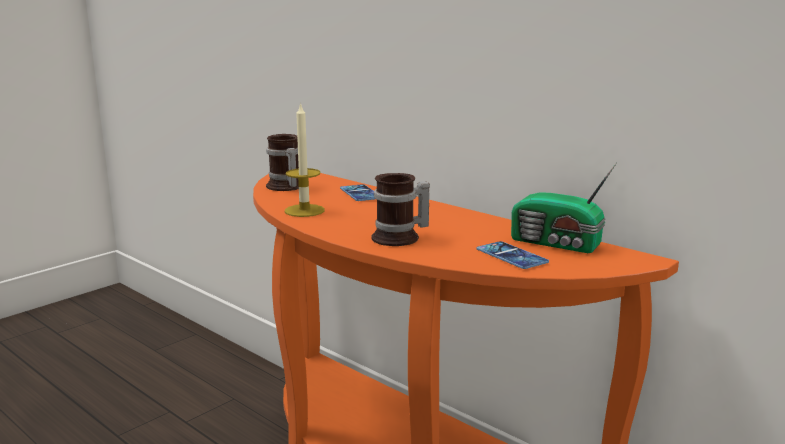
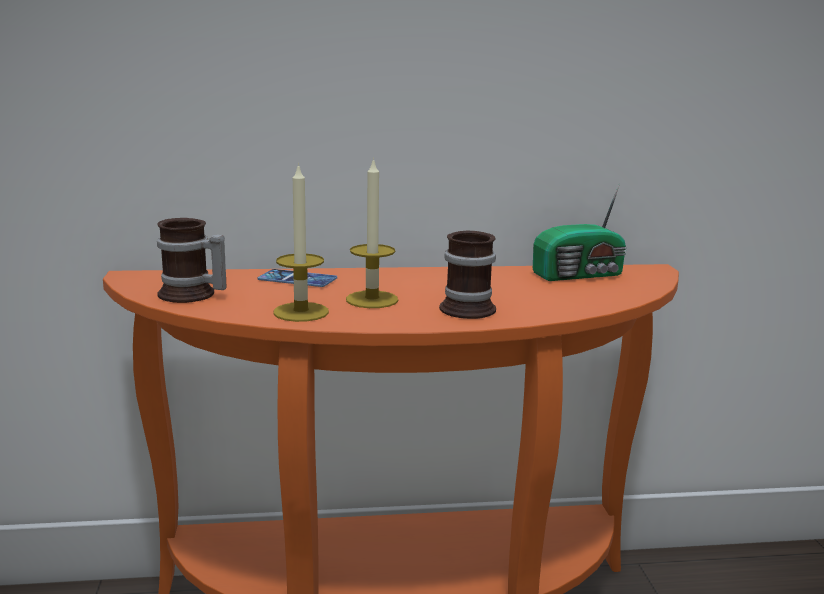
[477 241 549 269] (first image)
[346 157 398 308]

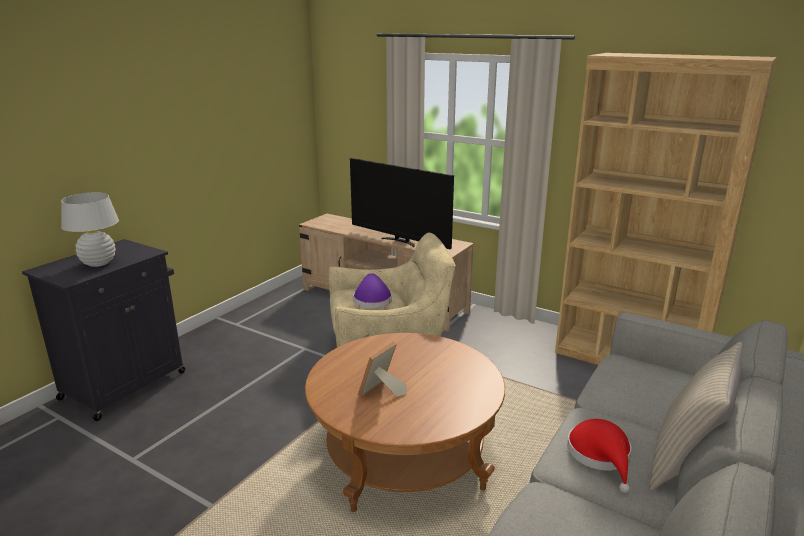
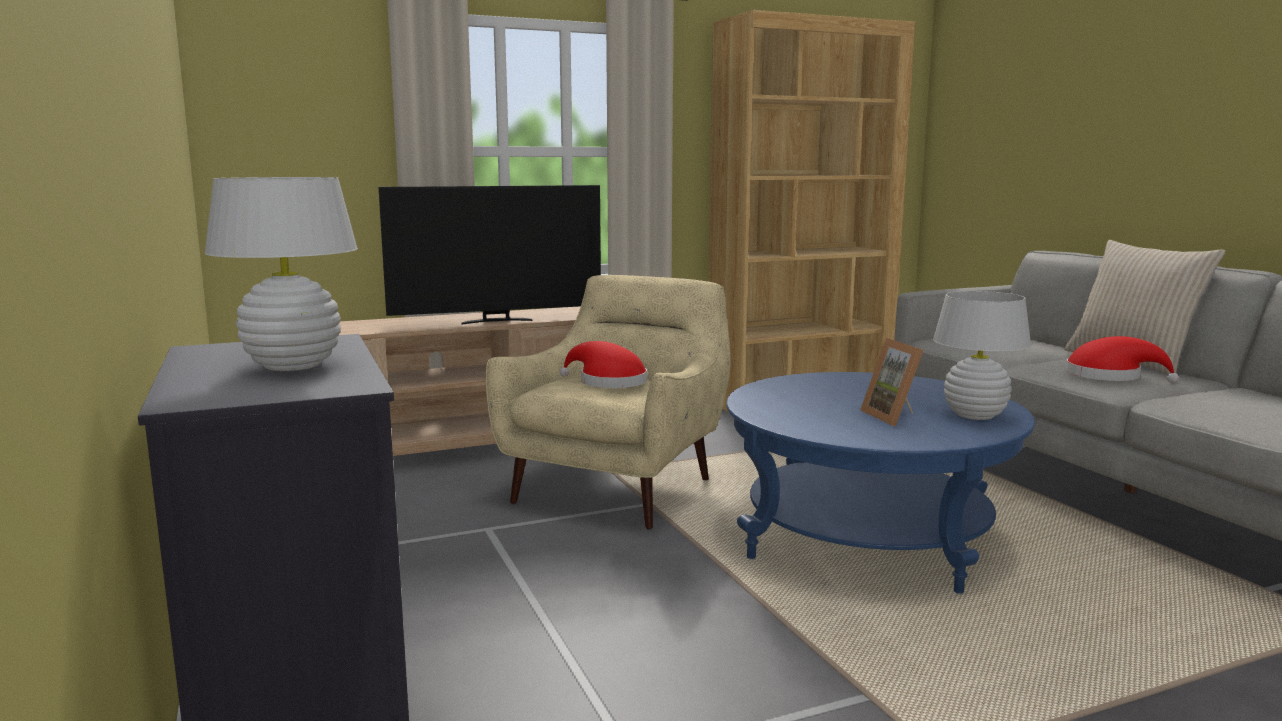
[560 341 647 388]
[726 372 1035 594]
[933 291 1031 420]

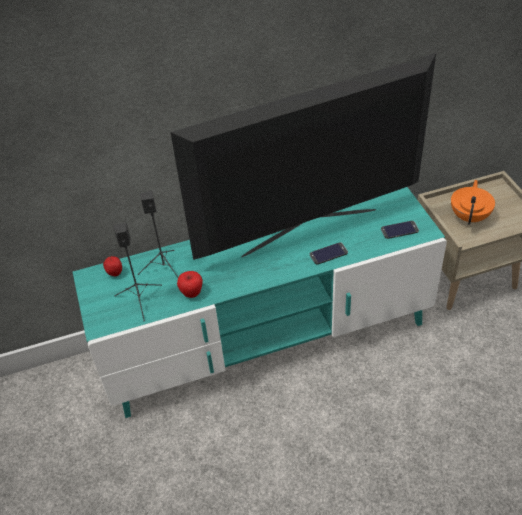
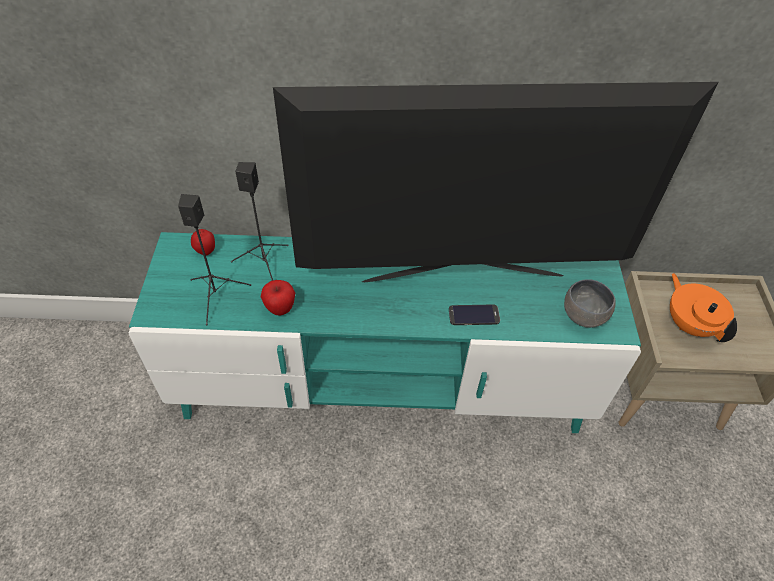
[670 273 737 342]
[564 279 616 328]

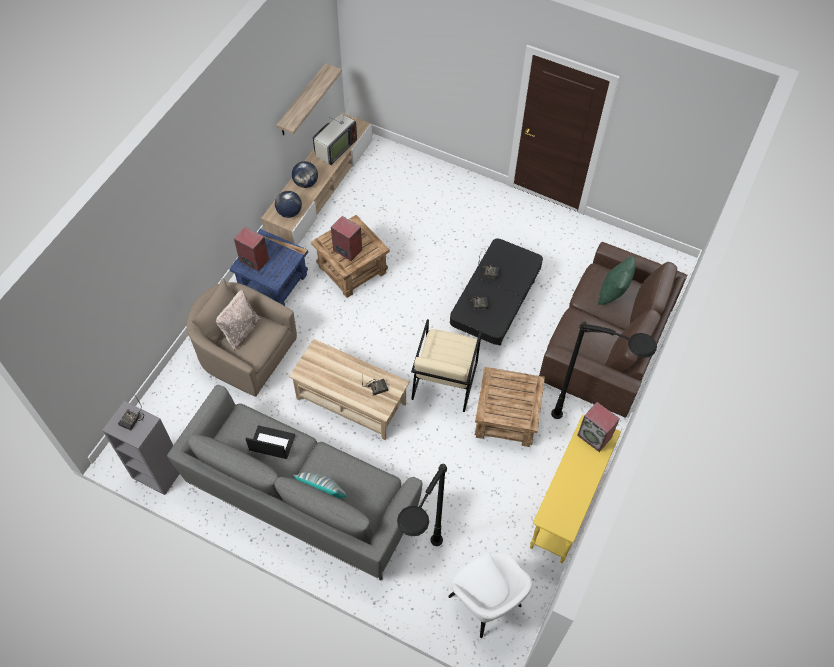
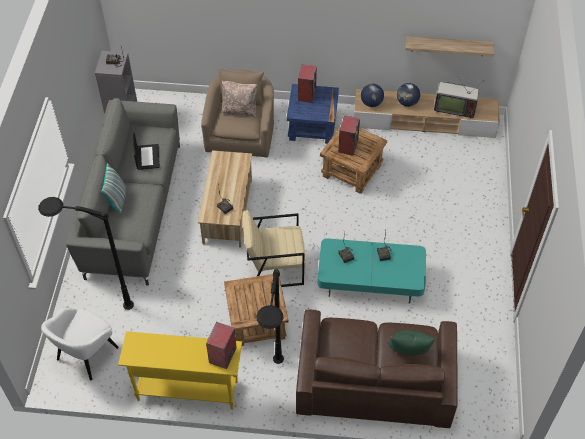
[318 238 426 304]

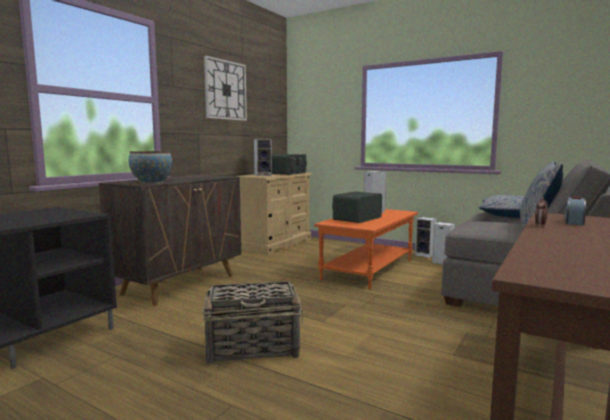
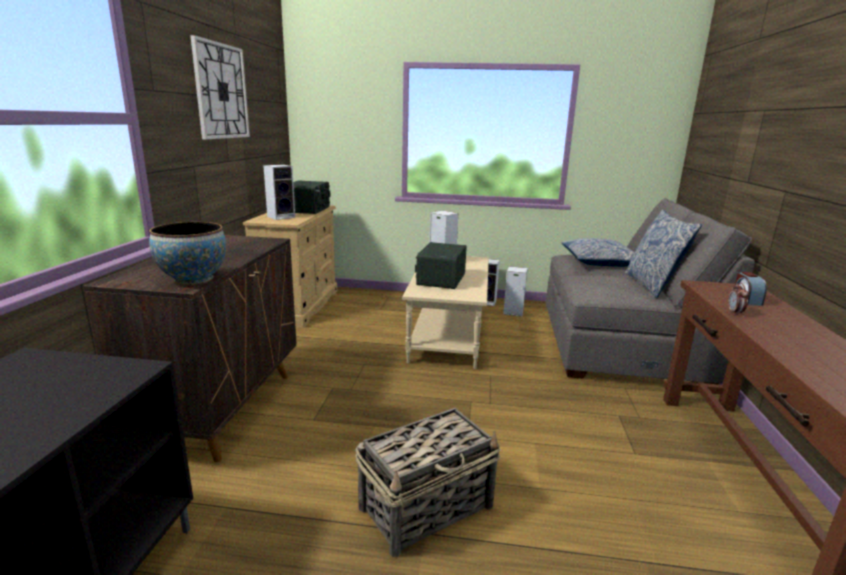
[402 256 489 369]

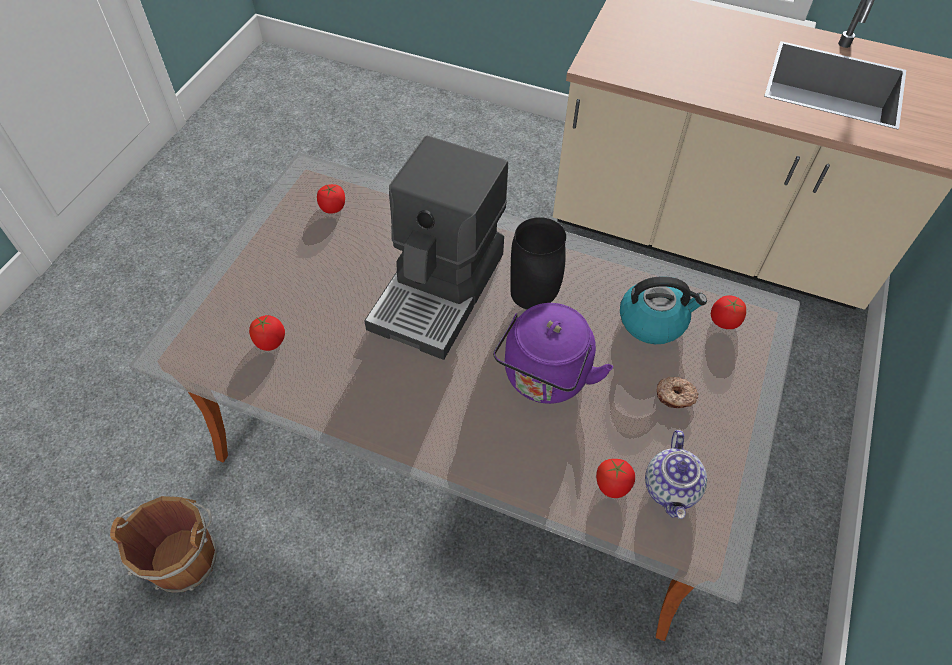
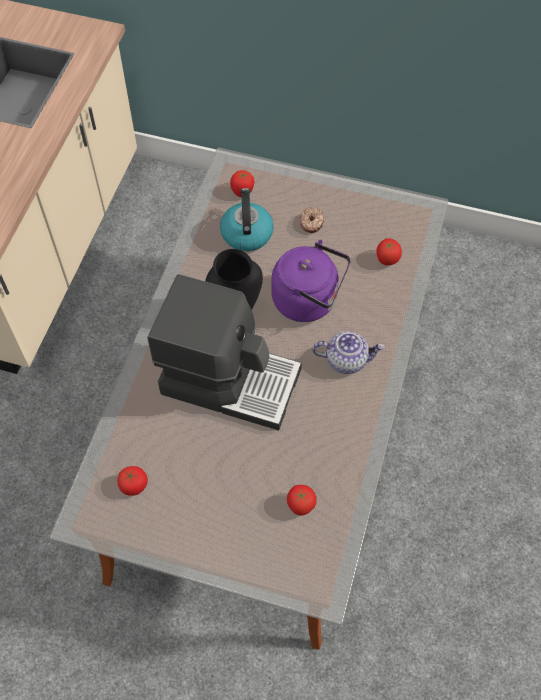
[312 331 385 374]
[110 496 217 592] (first image)

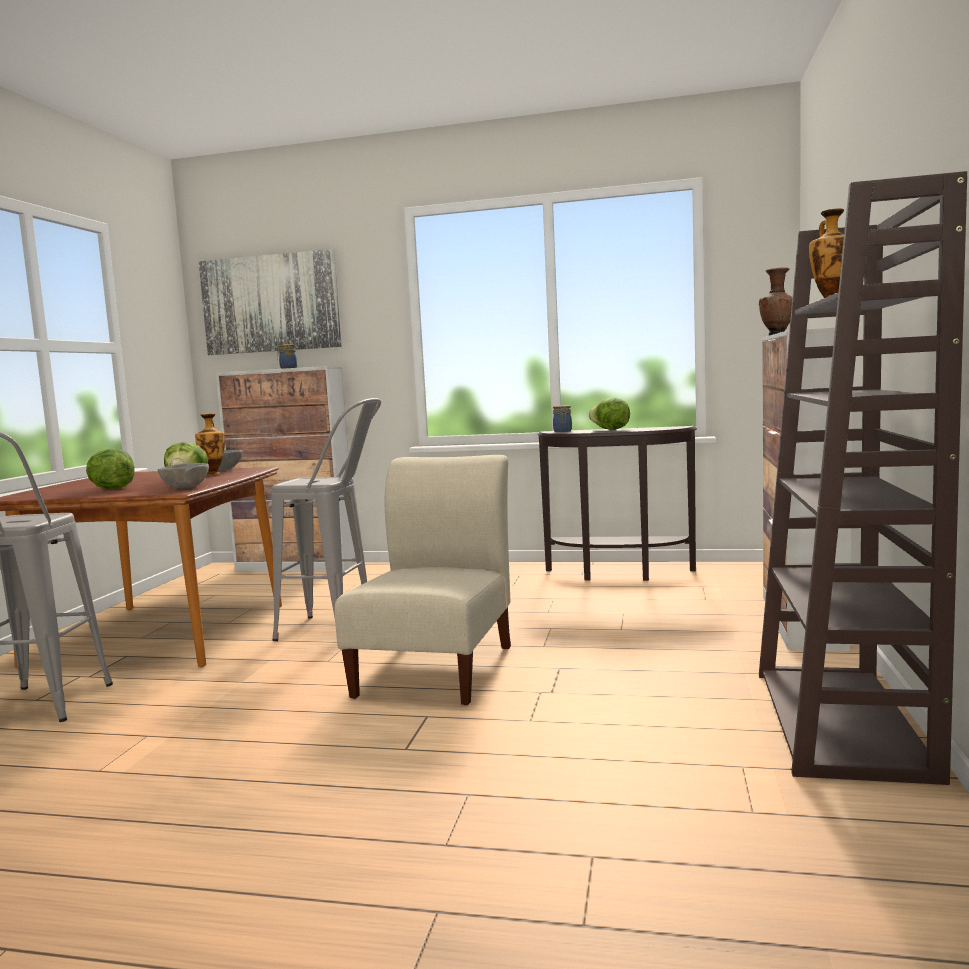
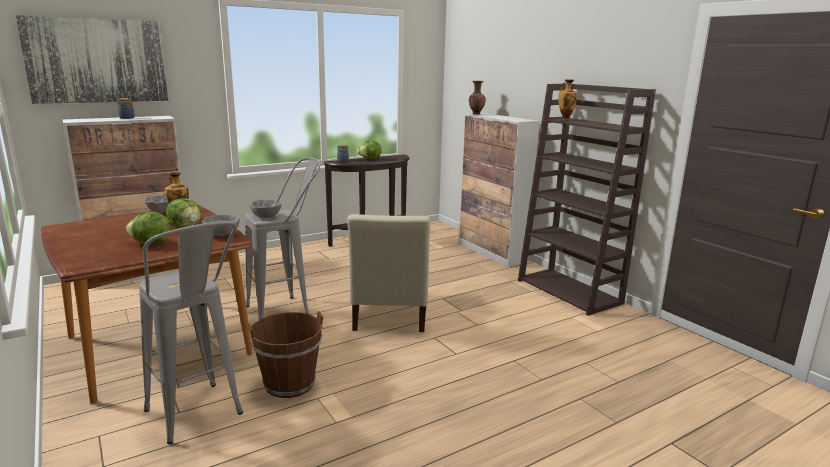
[347 214 430 332]
[250 199 282 218]
[248 311 323 398]

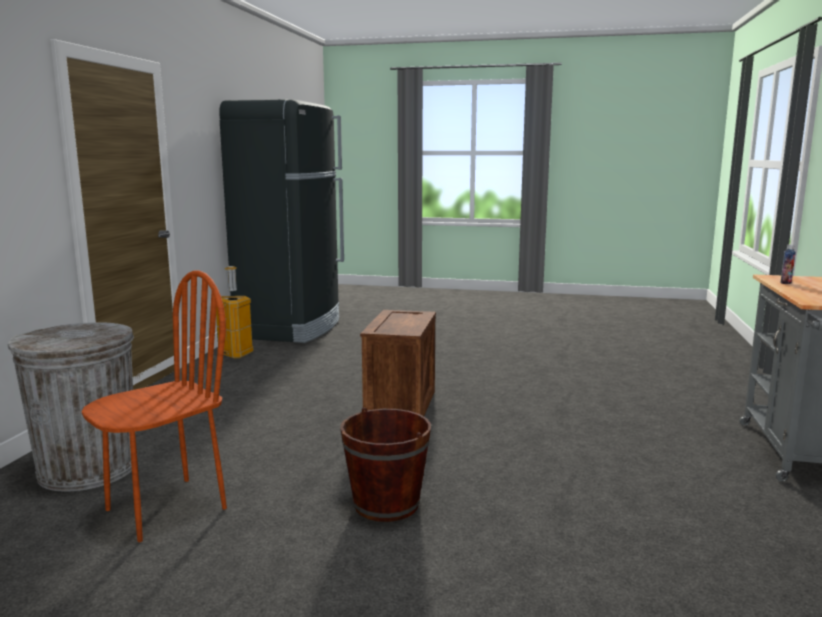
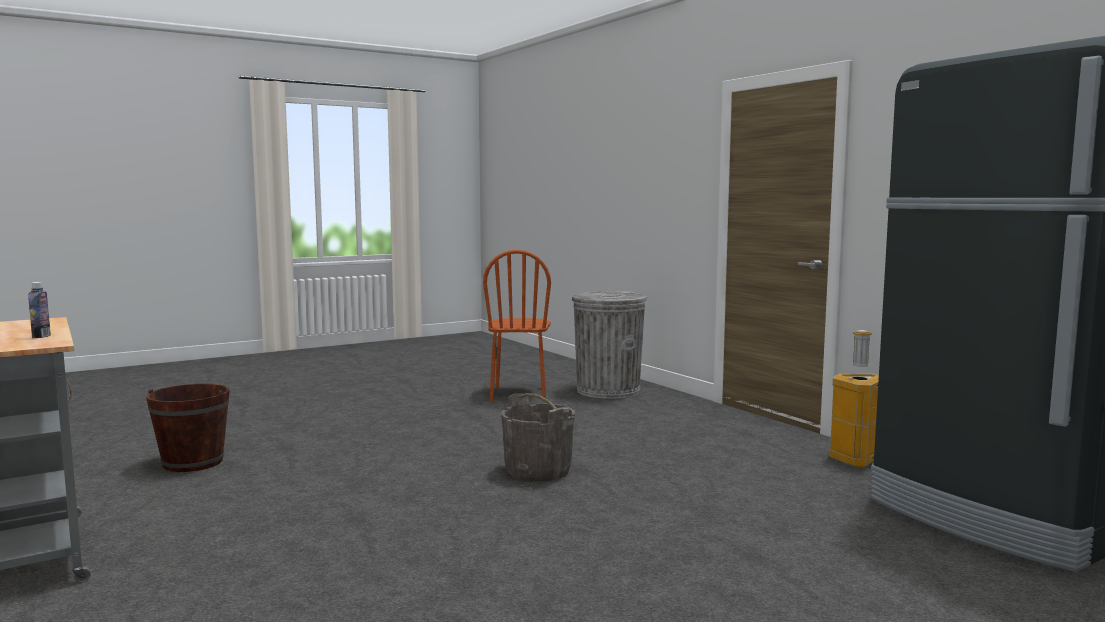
[501 393 575 482]
[146 384 230 472]

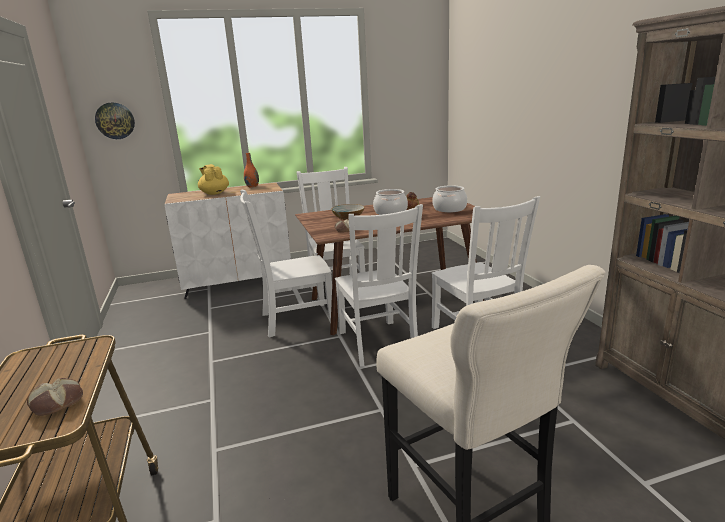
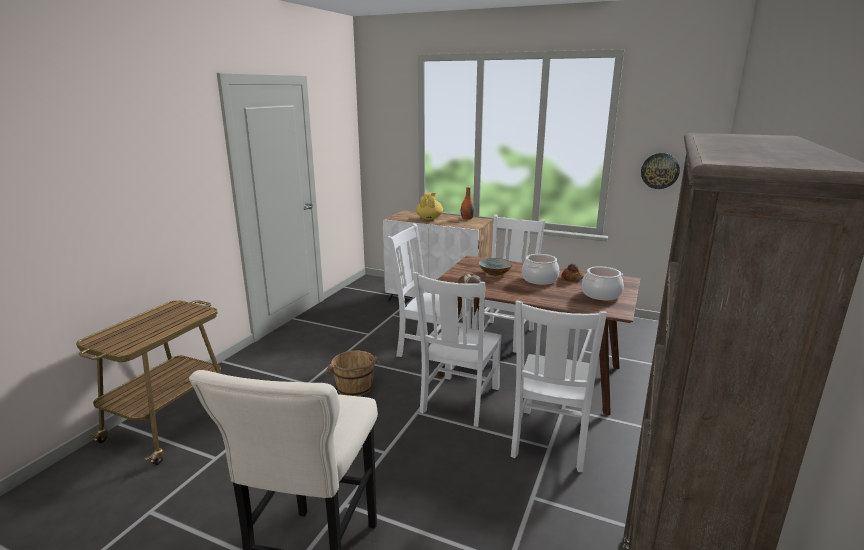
[641 153 680 189]
[27 378 83 416] (first image)
[325 351 381 397]

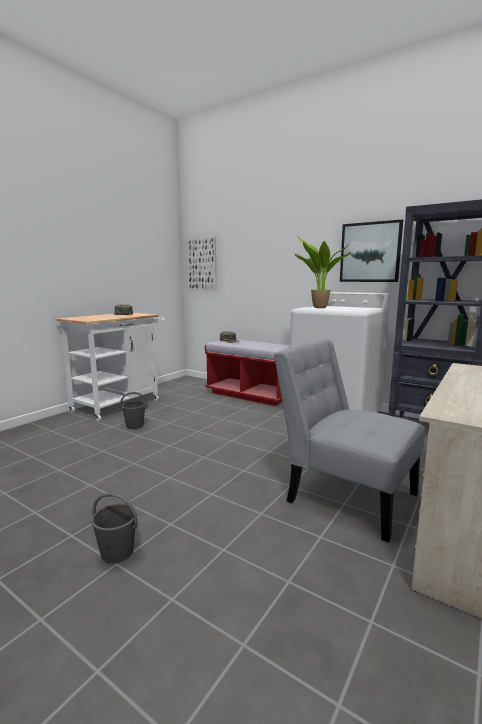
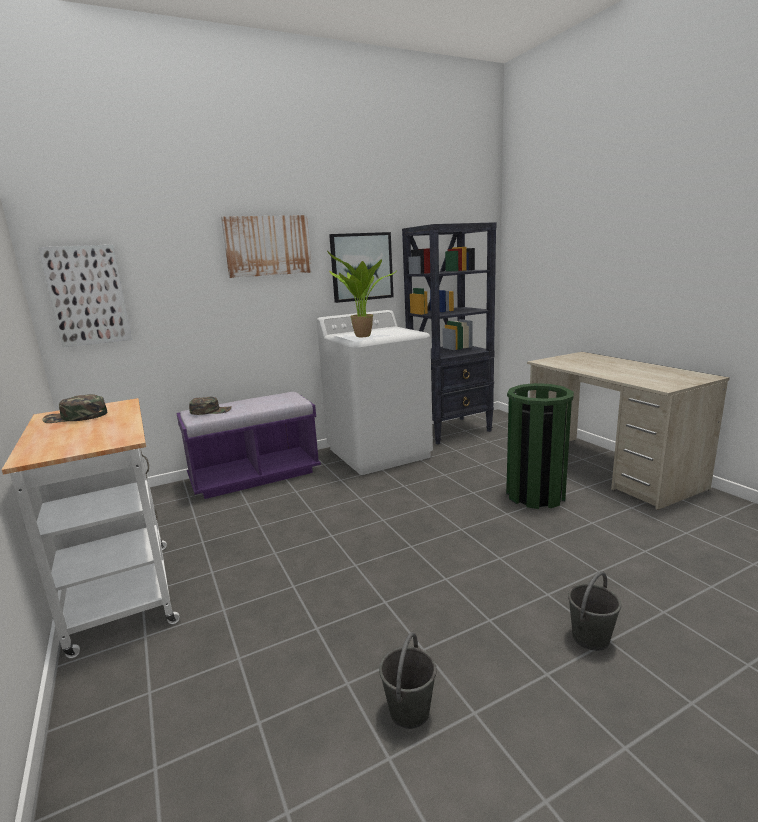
[506 383 574 509]
[176 392 321 499]
[379 632 437 729]
[221 215 312 278]

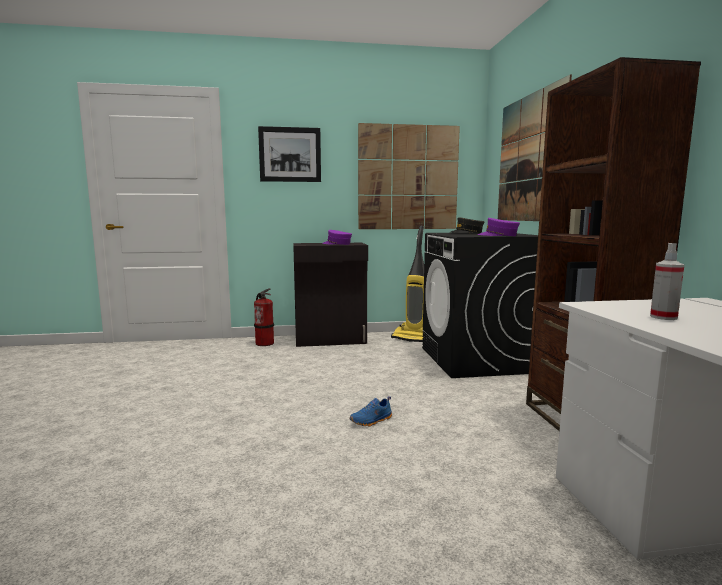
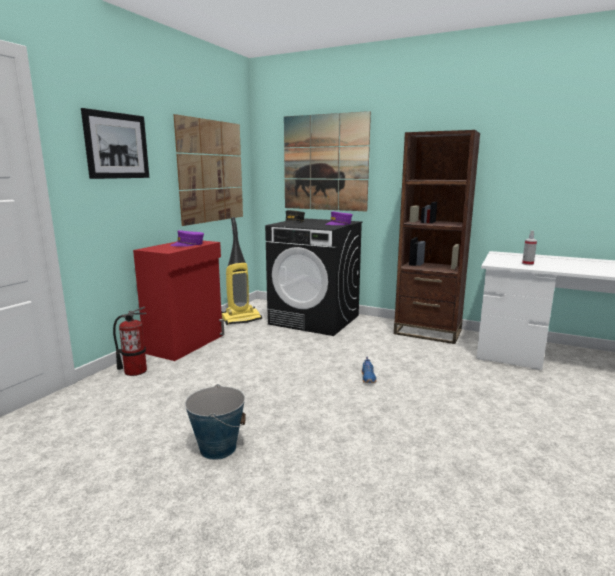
[133 241 224 361]
[185 384 246 460]

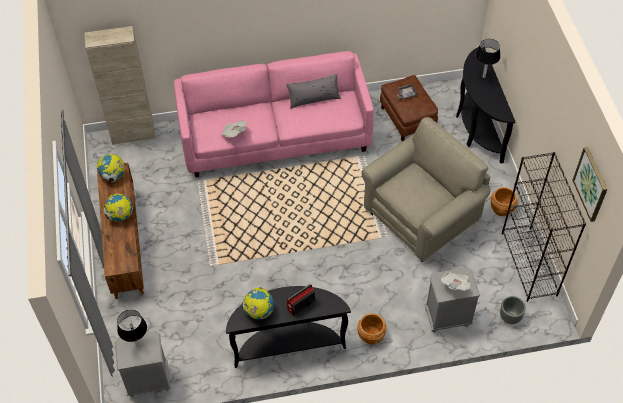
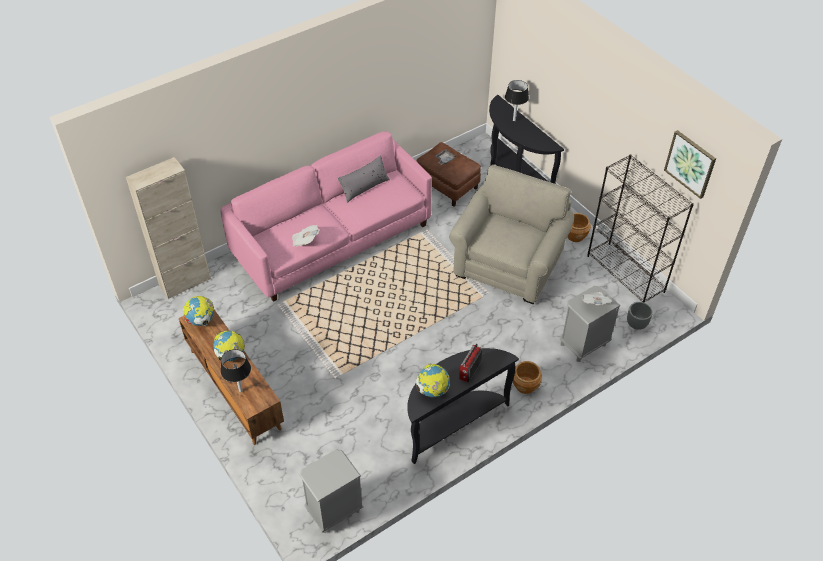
[221 349 251 392]

